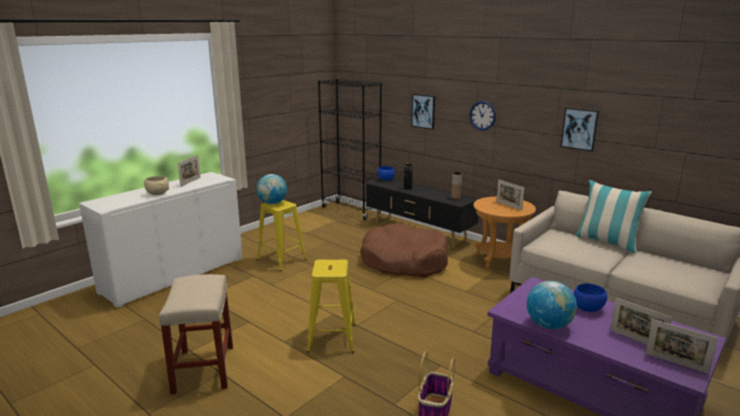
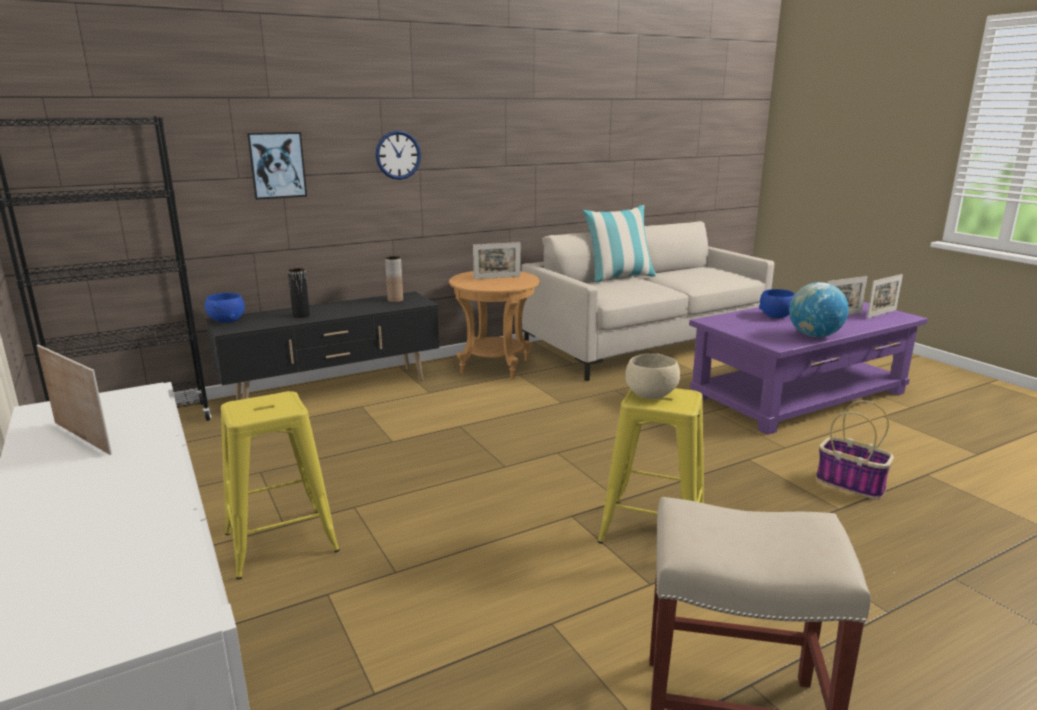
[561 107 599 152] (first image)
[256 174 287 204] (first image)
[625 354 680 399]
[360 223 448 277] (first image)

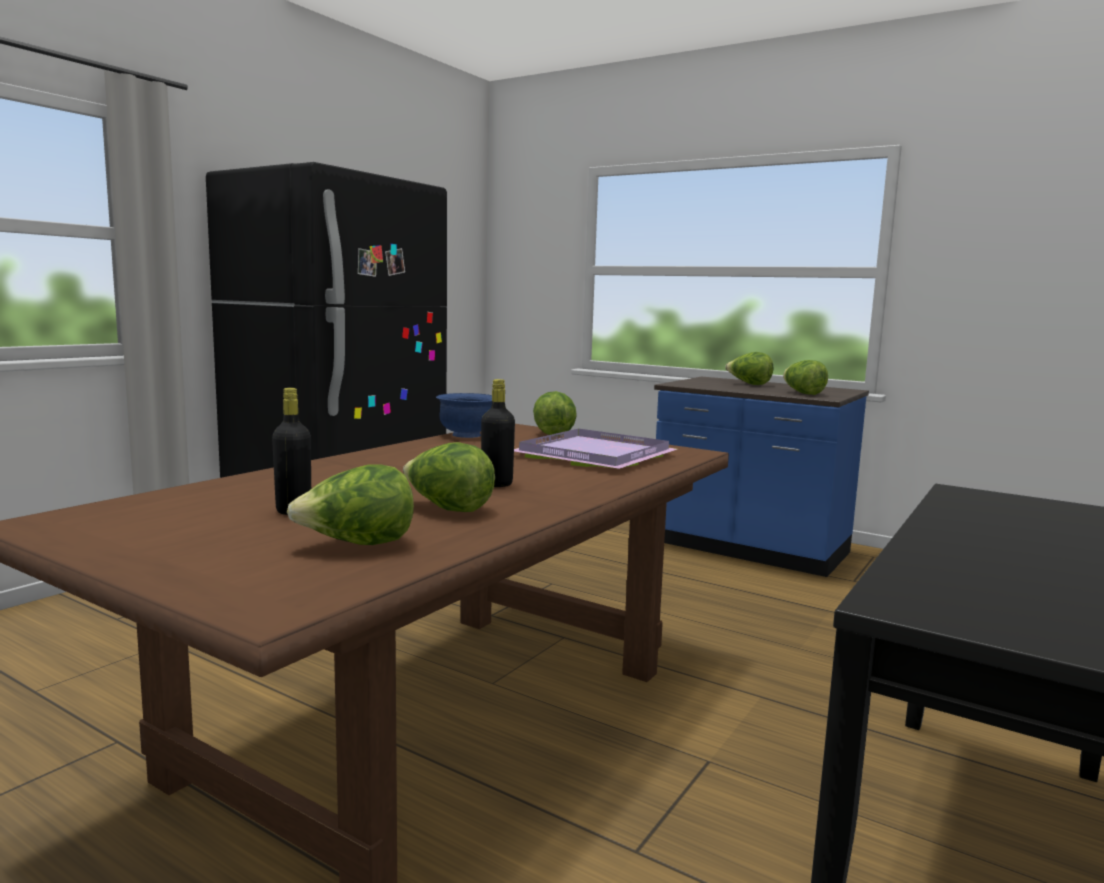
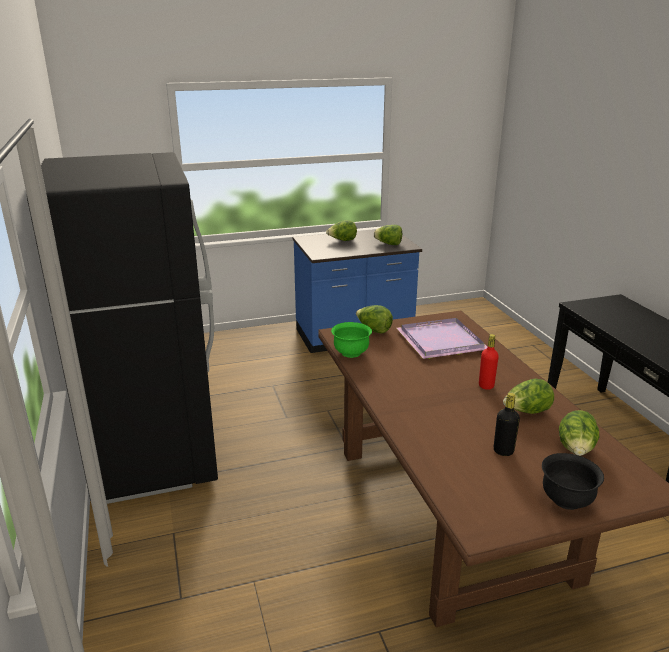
[479 334 499 390]
[331 322 372 358]
[542 453 604 510]

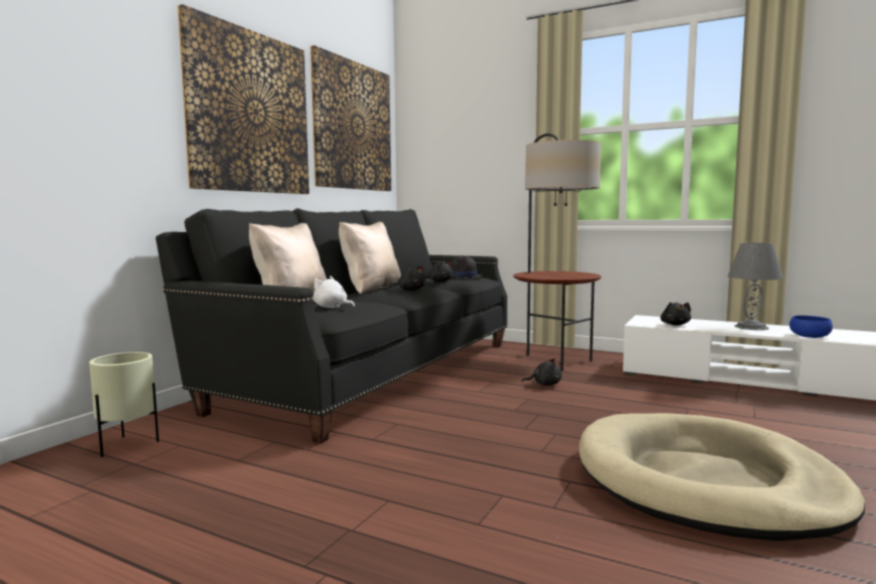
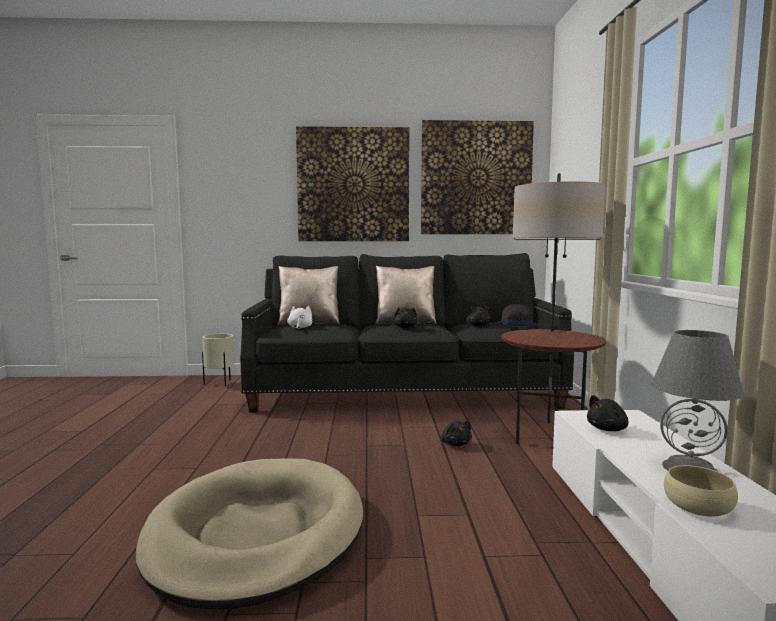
[664 465 738 517]

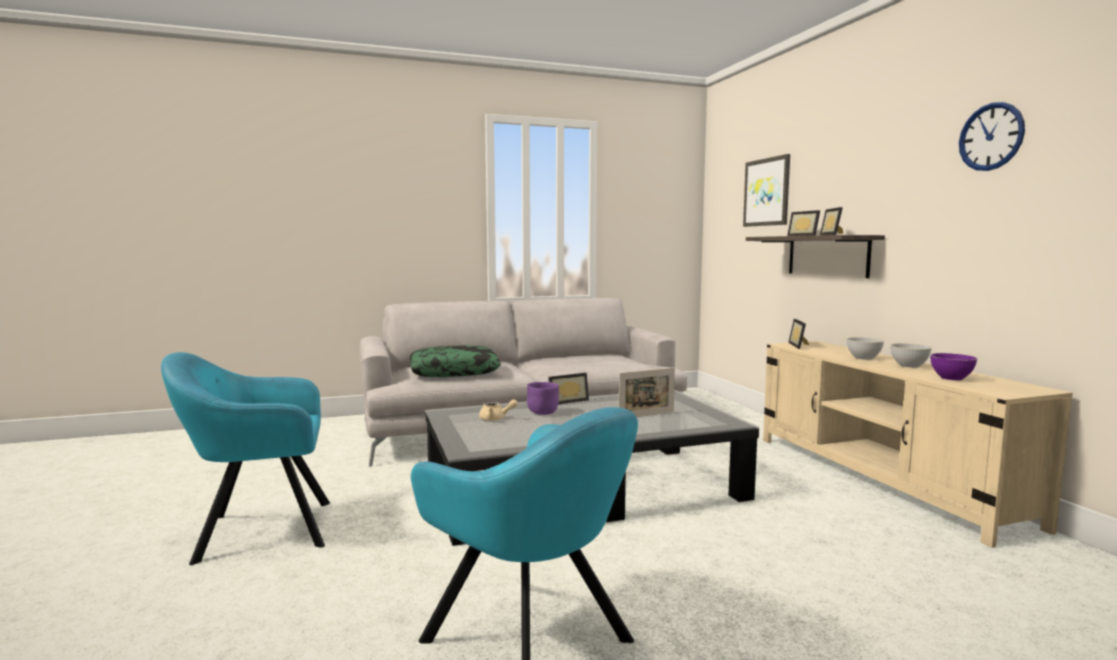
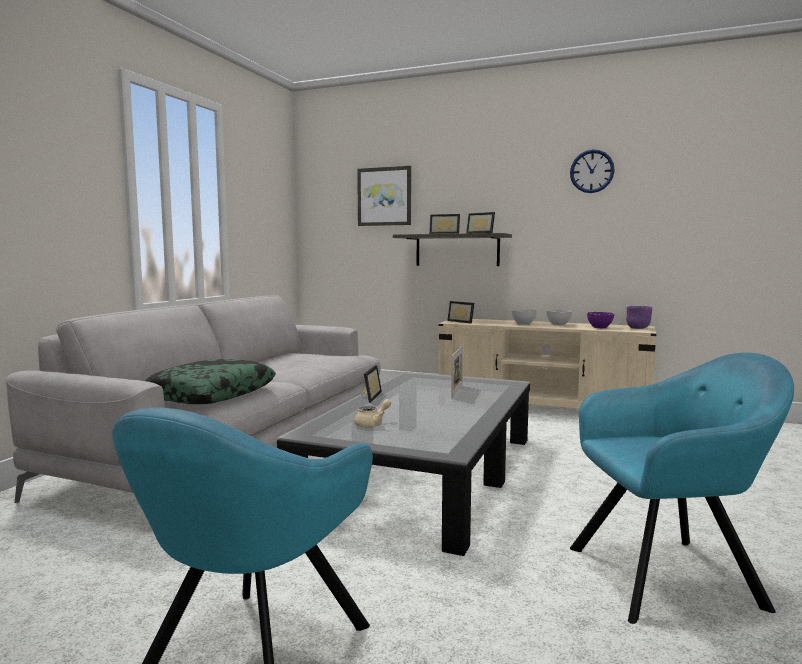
[626 306 652 329]

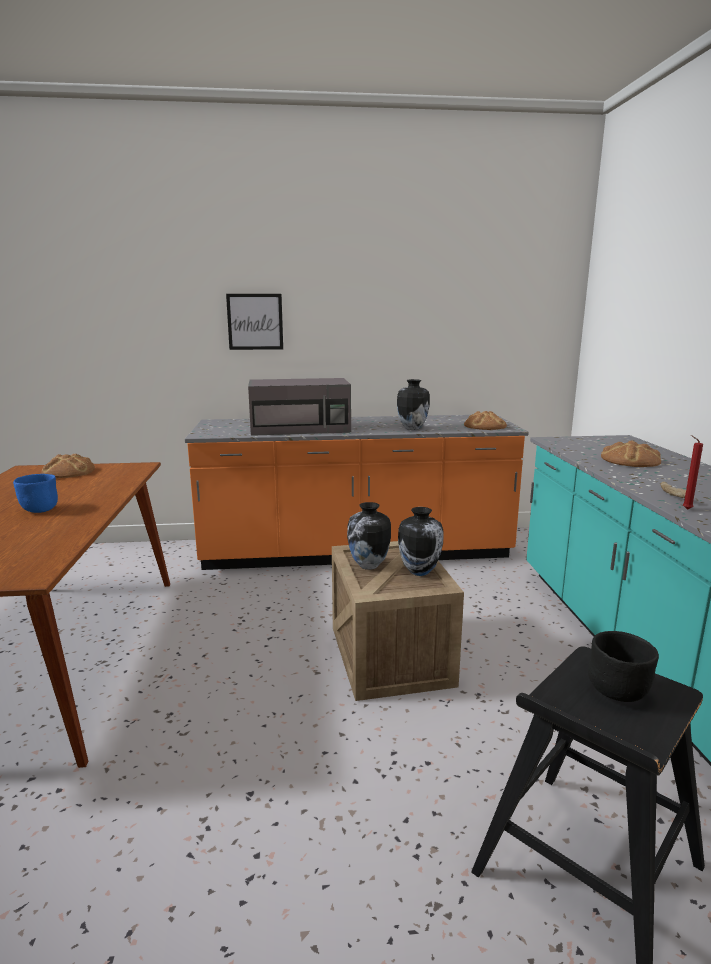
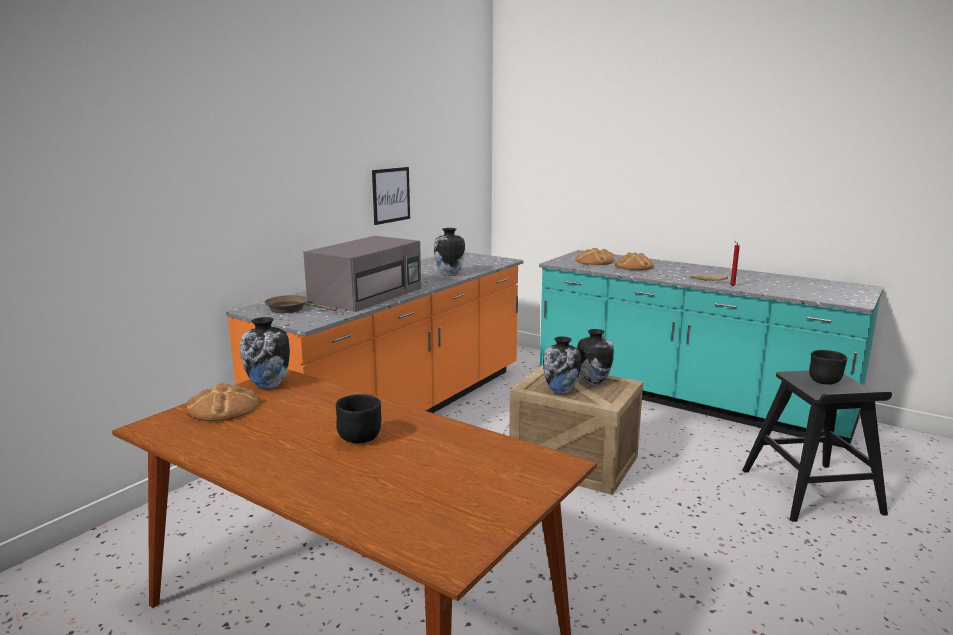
[372 167 410 225]
[576 248 614 265]
[336 394 381 444]
[265 295 337 313]
[240 317 290 390]

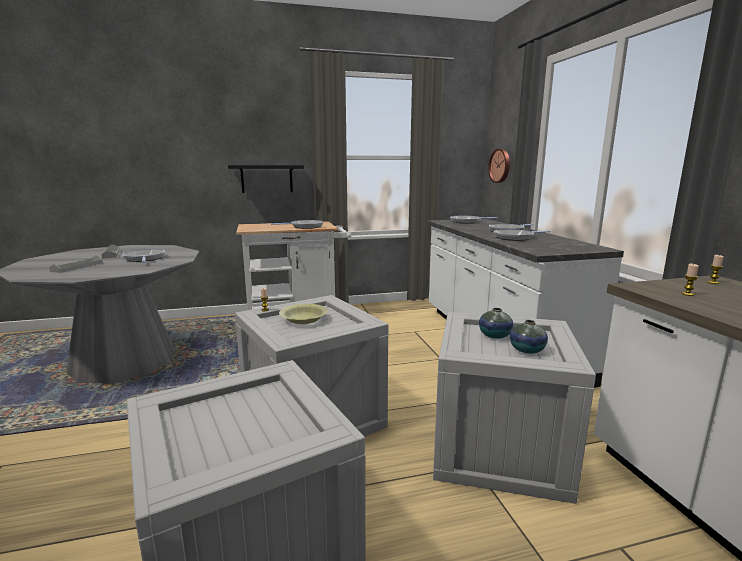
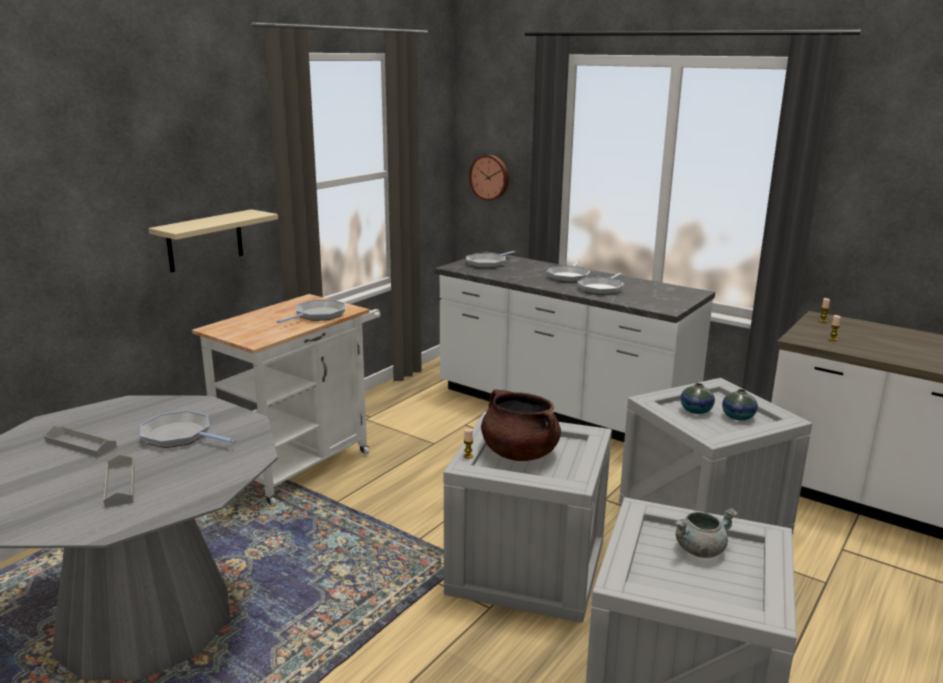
[149 209 278 272]
[481 389 561 461]
[675 508 737 558]

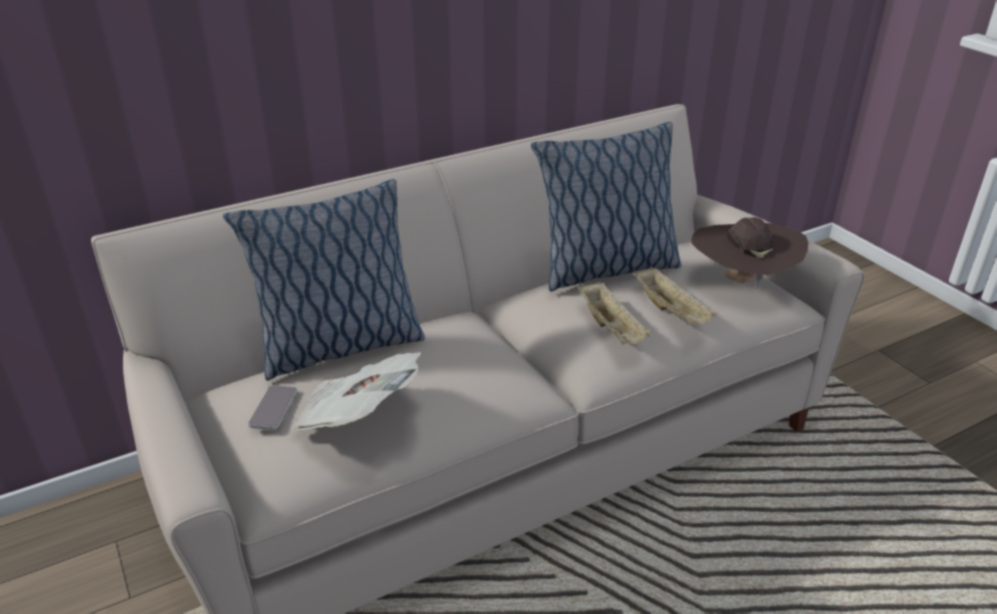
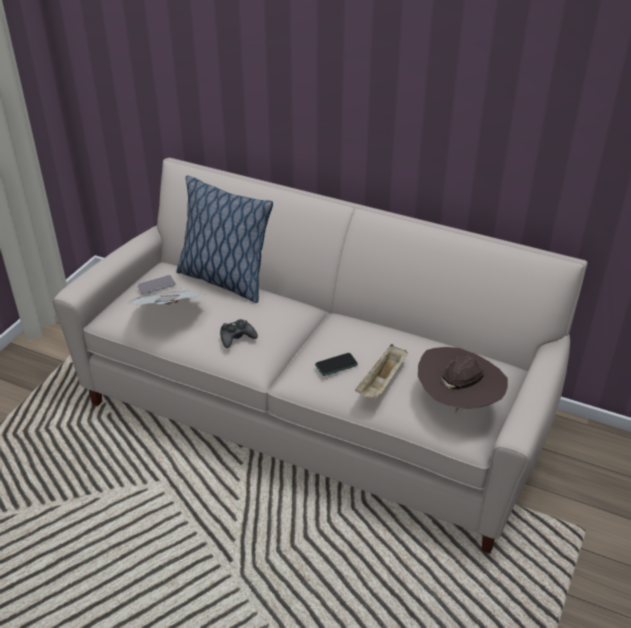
[531 122 682 292] (first image)
[315 353 358 376]
[220 319 258 348]

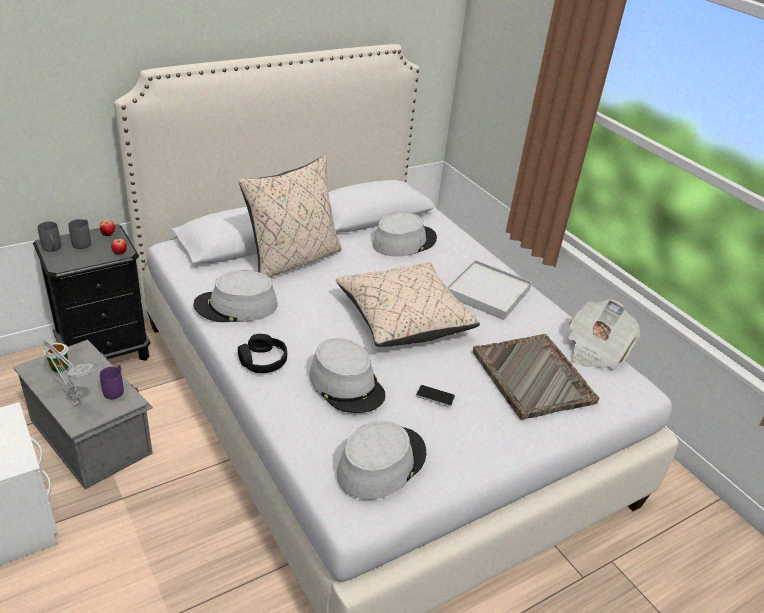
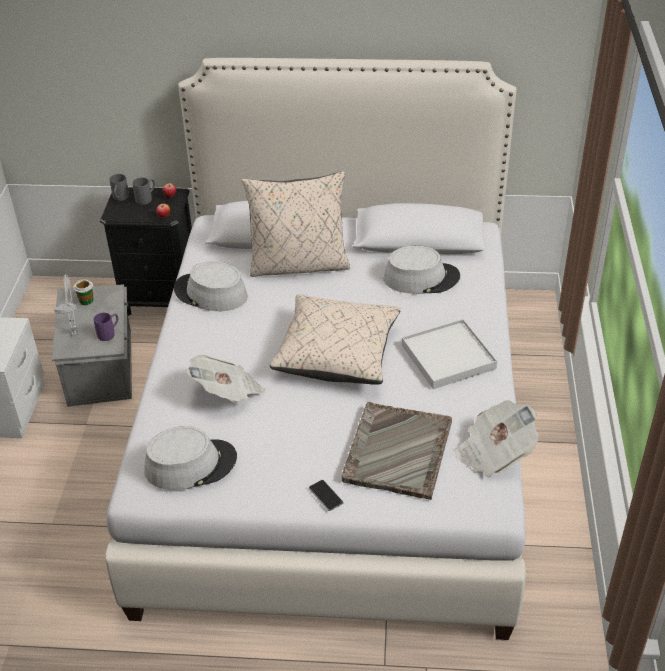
[238 334 287 373] (first image)
[185 355 265 402]
[309 480 343 511]

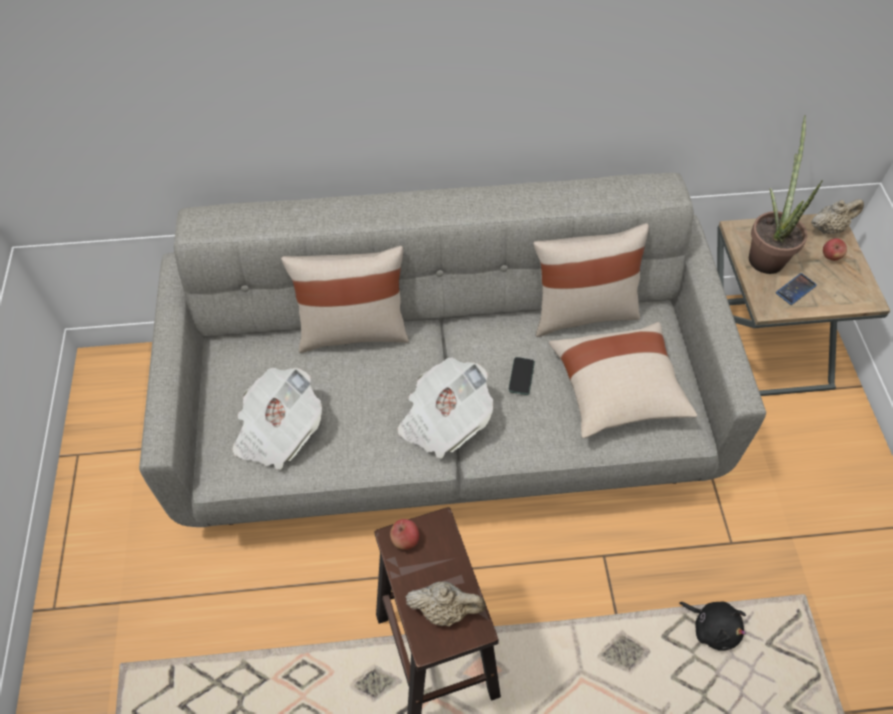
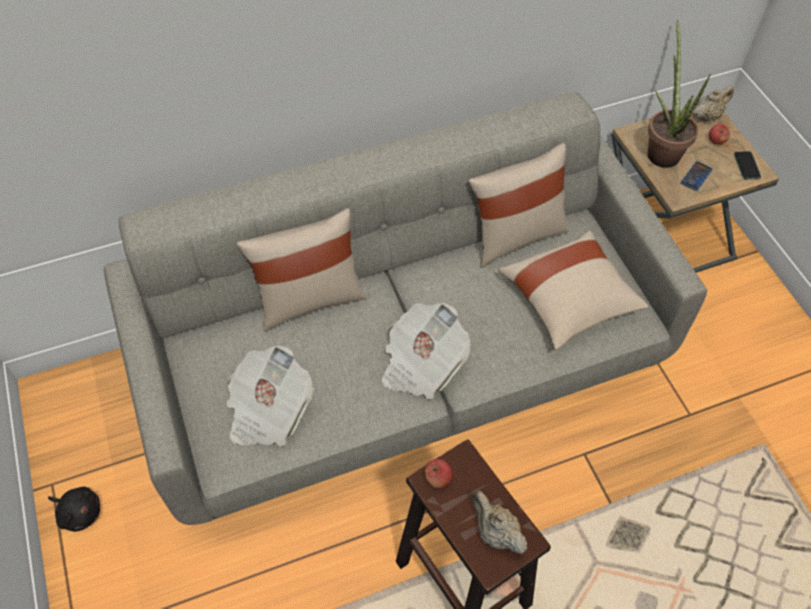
[734 151 761 179]
[472 491 527 554]
[48 487 100 532]

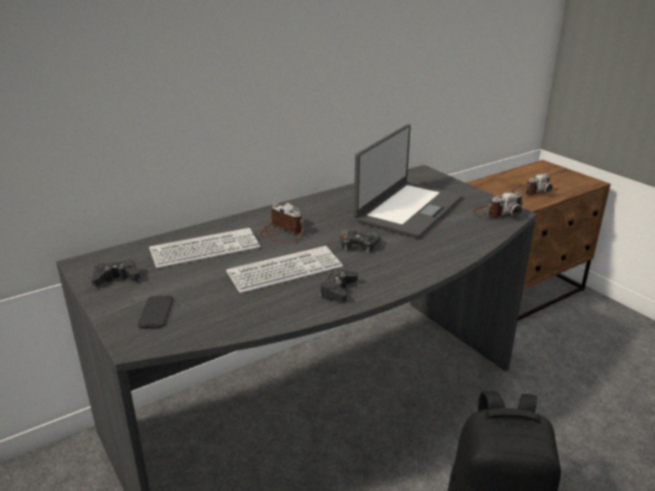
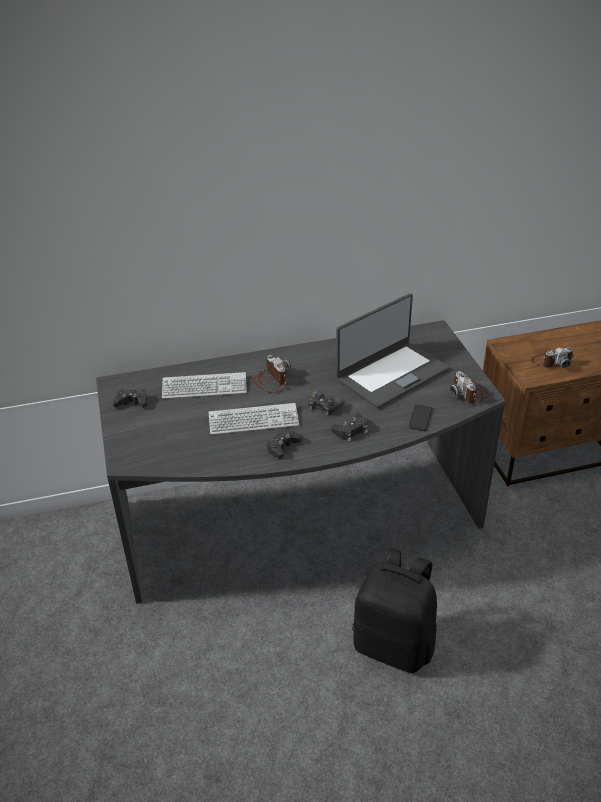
[450 371 489 404]
[408 405 433 431]
[331 414 368 442]

